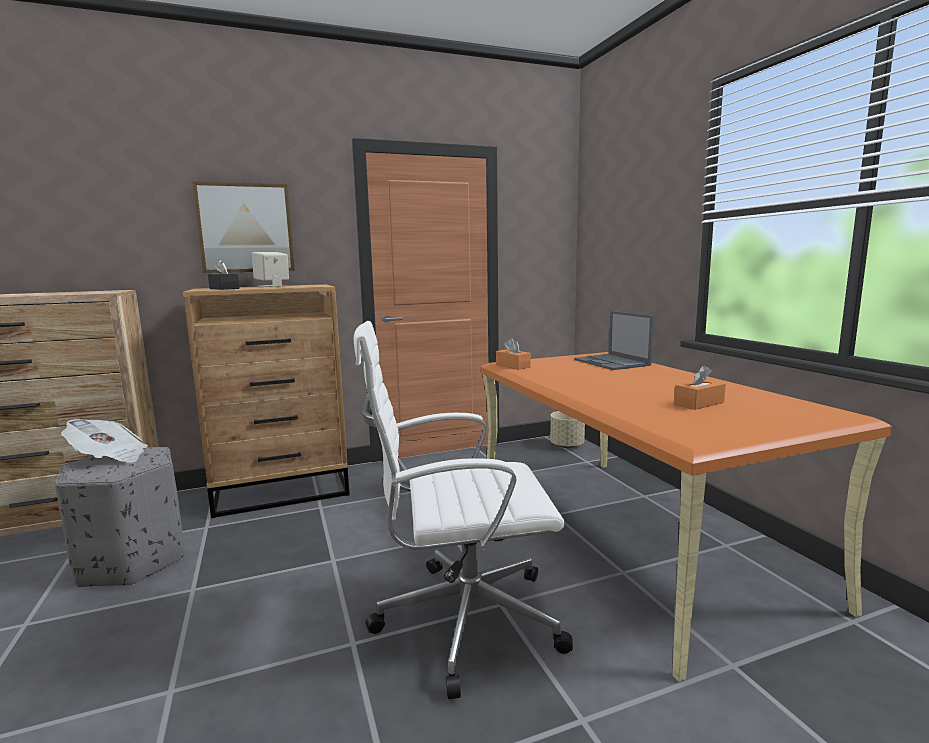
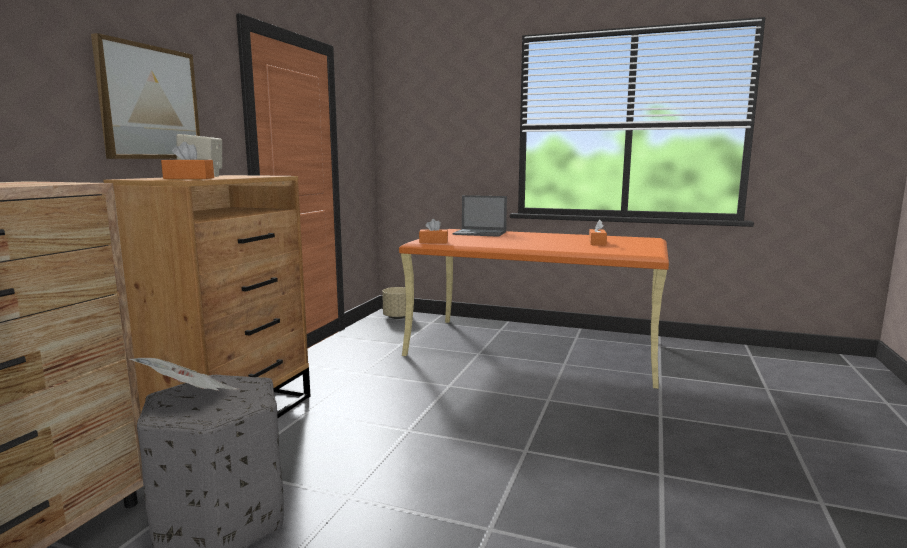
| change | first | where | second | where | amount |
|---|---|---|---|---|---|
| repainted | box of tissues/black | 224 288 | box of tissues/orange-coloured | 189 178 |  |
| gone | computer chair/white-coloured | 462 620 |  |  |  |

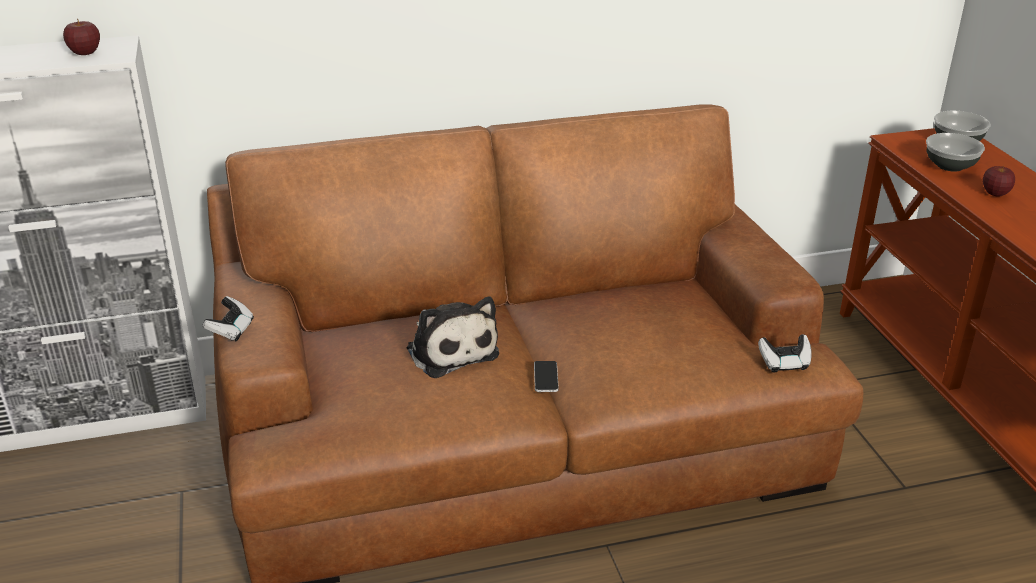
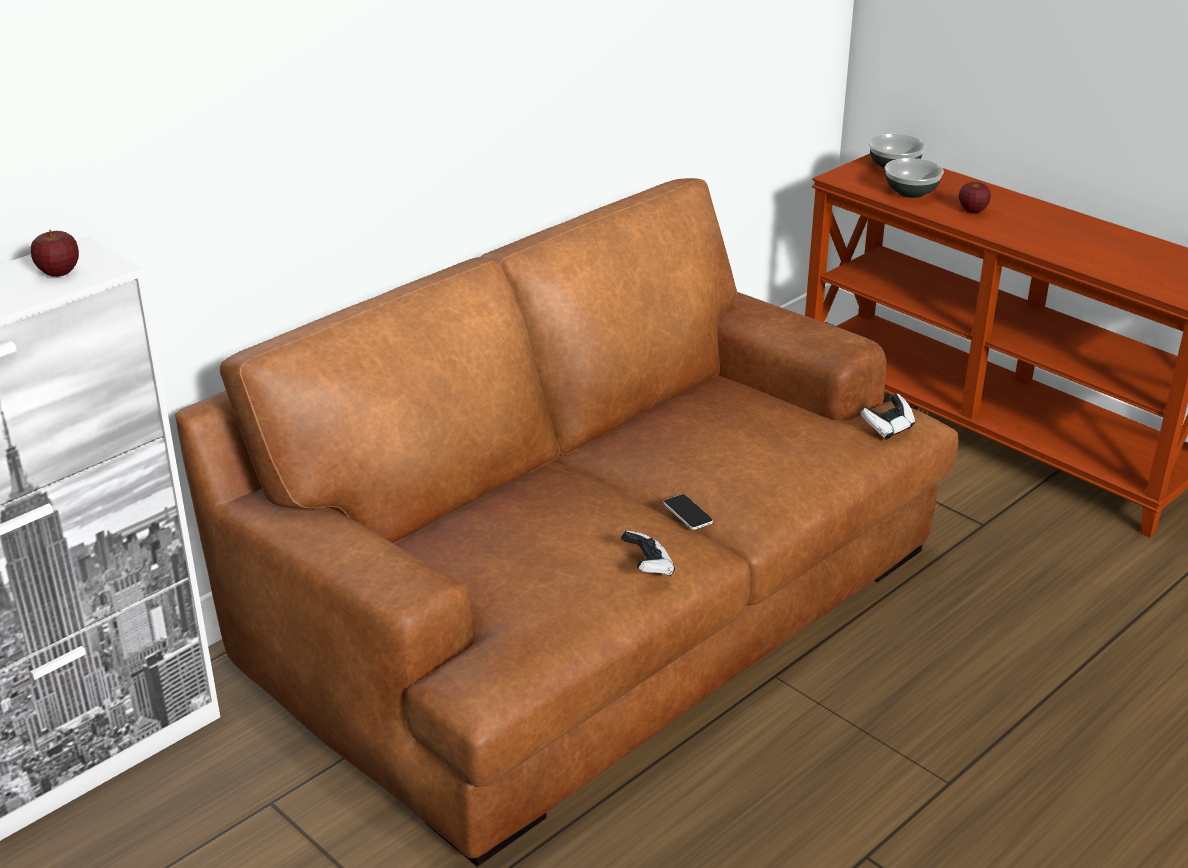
| change | first | where | second | where | amount |
|---|---|---|---|---|---|
| shifted | game controller | 231 331 |  | 648 567 |  |
| gone | cuddly toy | 450 350 |  |  |  |

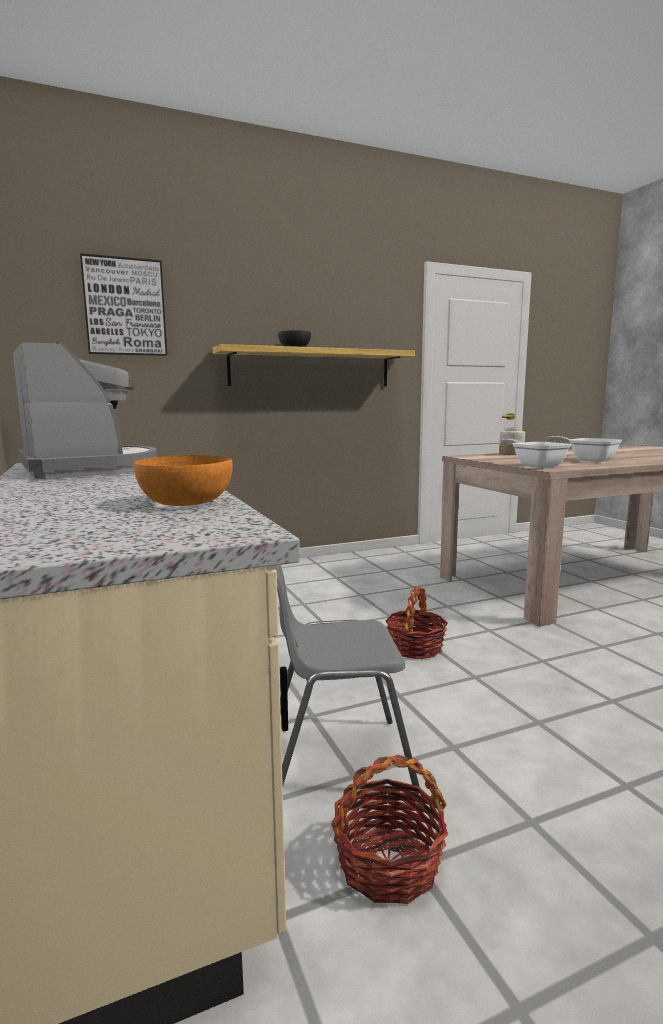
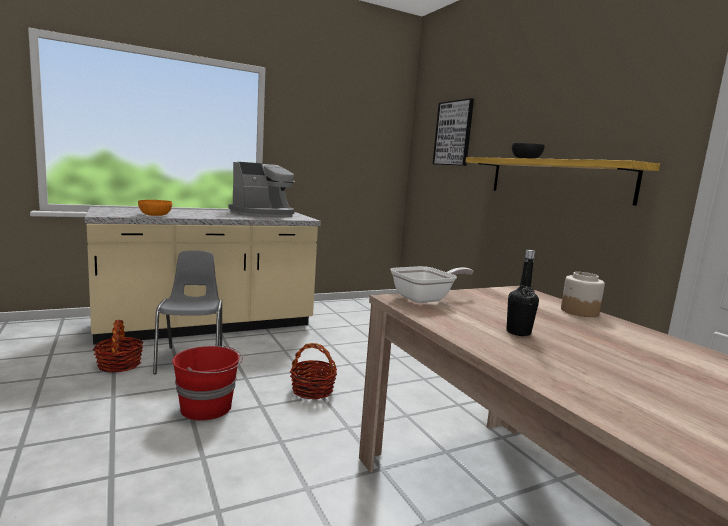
| change | first | where | second | where | amount |
|---|---|---|---|---|---|
| new |  |  | pail/reddish | 207 407 |  |
| swapped | pan | 588 460 | drink bottle/black | 518 332 |  |

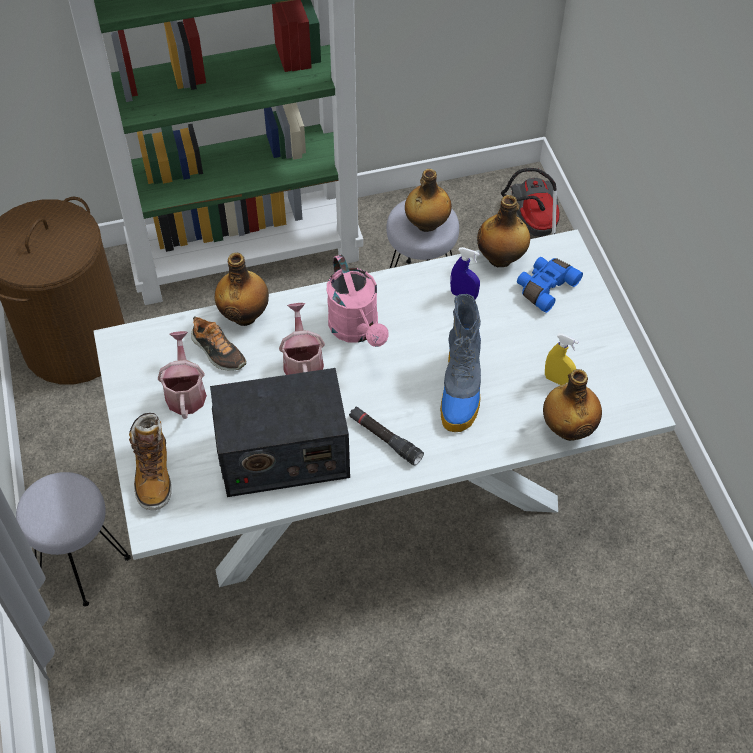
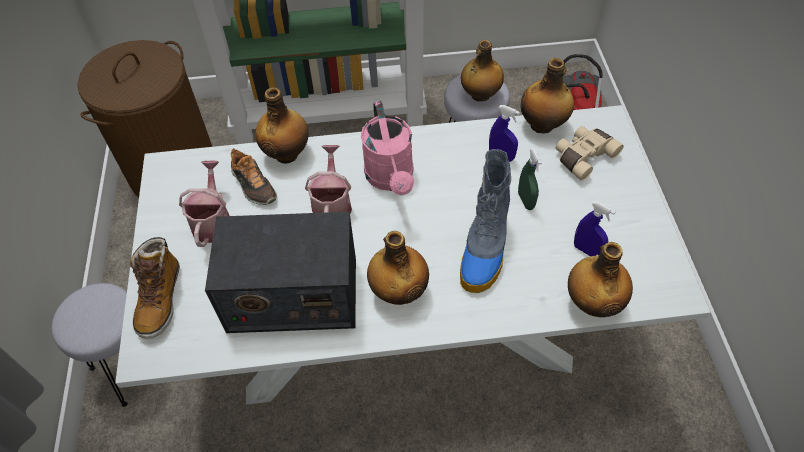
| change | first | where | second | where | amount |
|---|---|---|---|---|---|
| swapped | flashlight/black | 385 439 | drink bottle | 399 291 |  |
| new |  |  | spray bottle/greenish | 526 200 |  |
| repainted | binoculars/blue-coloured | 545 287 | binoculars/sand-coloured | 583 156 |  |
| repainted | spray bottle/yellowish | 557 380 | spray bottle/blue-coloured | 586 250 |  |

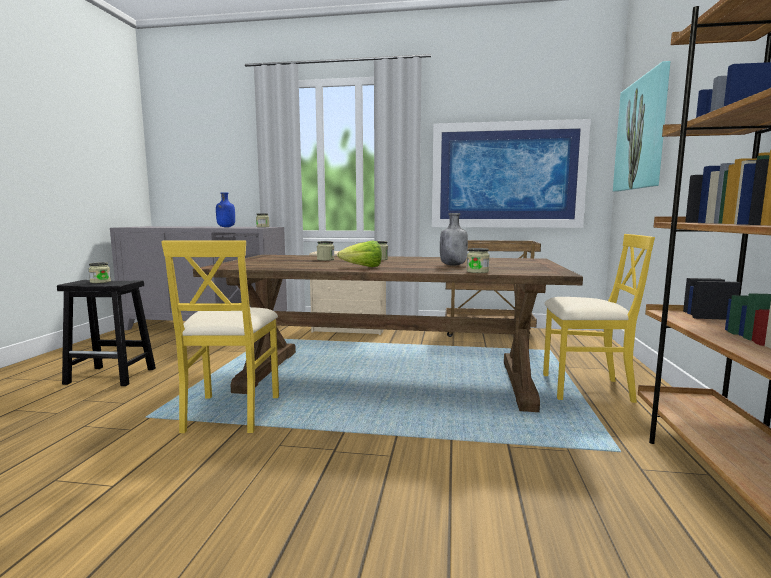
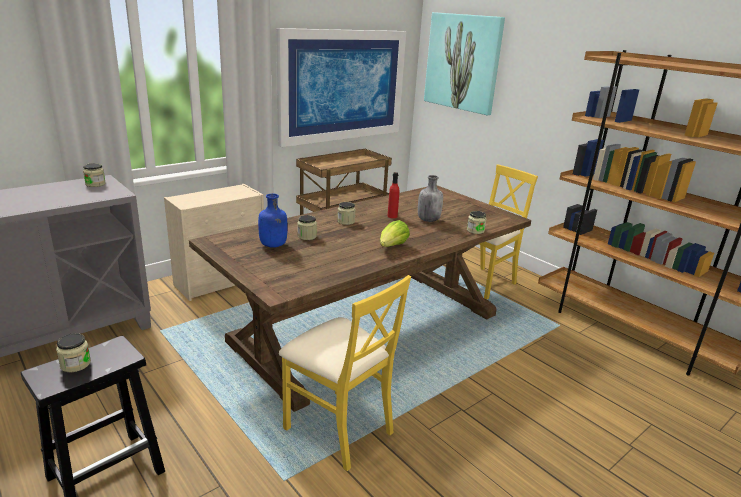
| change | first | where | second | where | amount |
|---|---|---|---|---|---|
| shifted | drink bottle/blue-coloured | 226 227 |  | 273 245 |  |
| new |  |  | drink bottle/reddish | 392 216 |  |

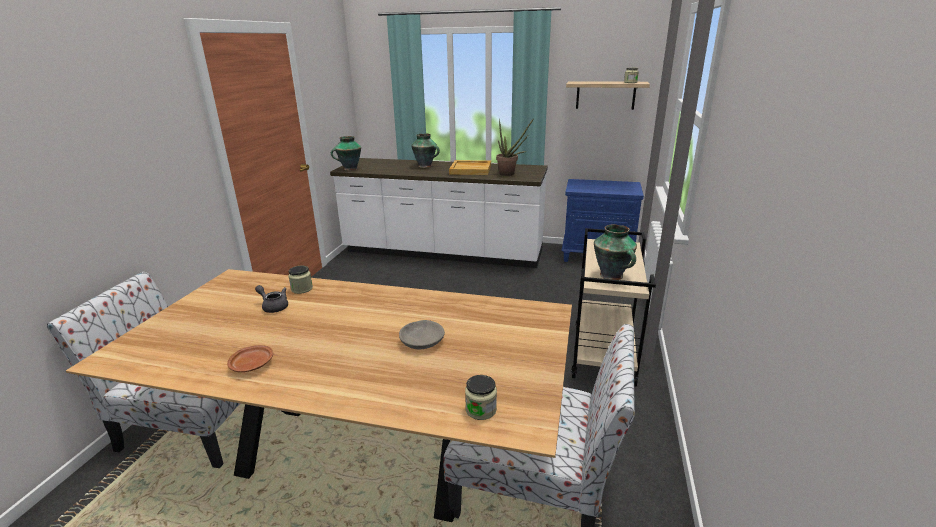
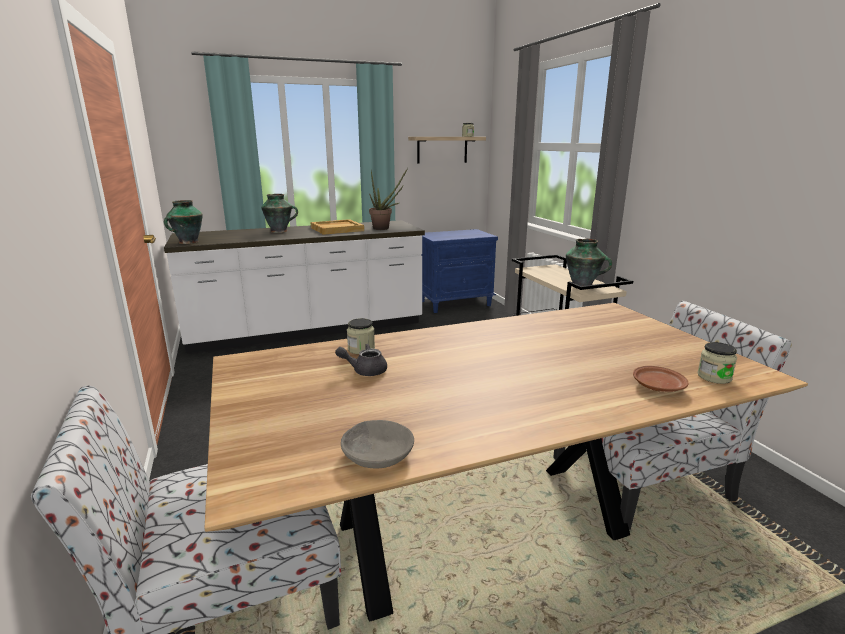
| change | first | where | second | where | amount |
|---|---|---|---|---|---|
| shifted | deep dish/greyish | 422 340 |  | 377 453 |  |
| shifted | plate/brownish | 252 364 |  | 657 386 |  |

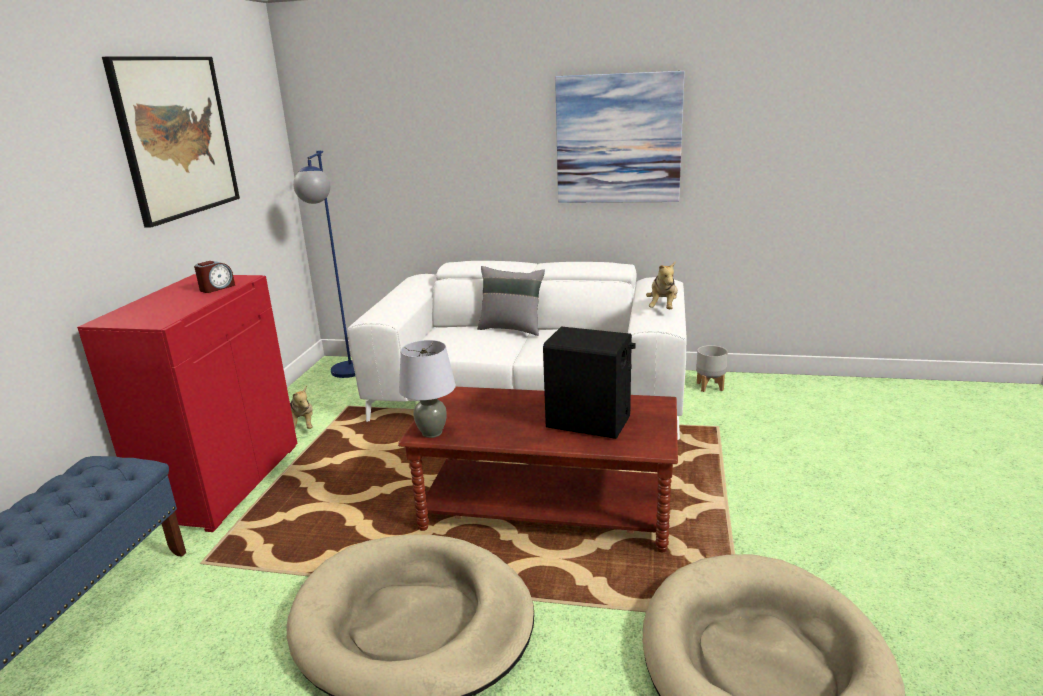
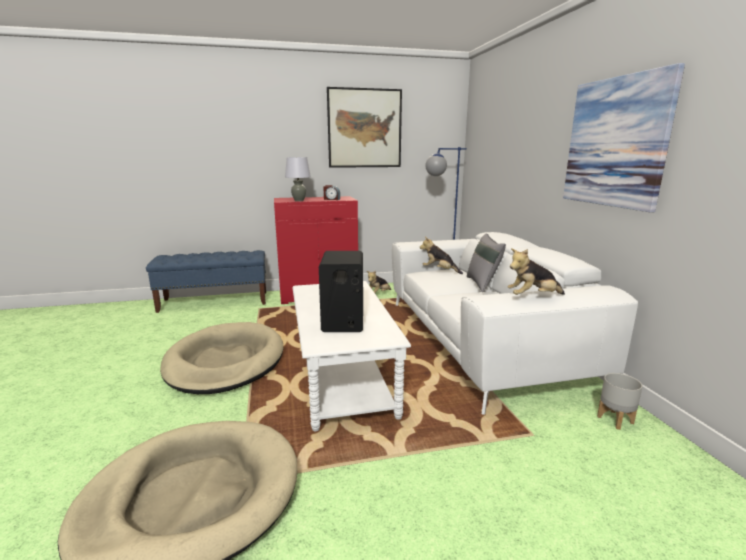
| change | first | where | second | where | amount |
|---|---|---|---|---|---|
| shifted | tabletop lamp/greyish | 431 433 |  | 299 200 |  |
| repainted | lounge table/brownish | 547 509 | lounge table/white-coloured | 343 376 |  |
| new |  |  | cuddly toy | 439 271 |  |

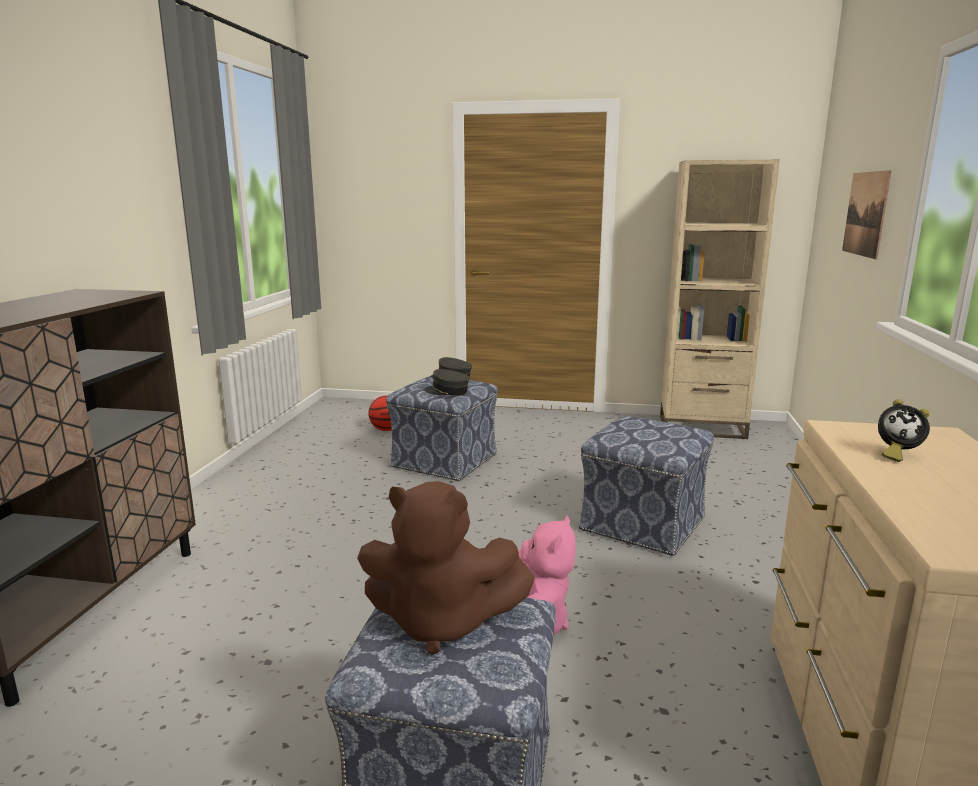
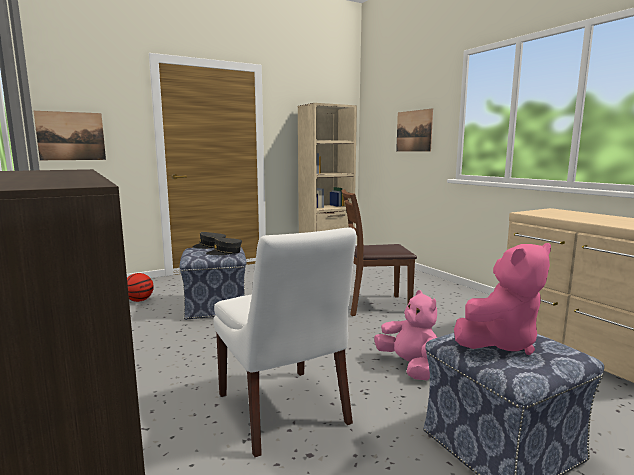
| change | first | where | second | where | amount |
|---|---|---|---|---|---|
| new |  |  | picture | 71 136 |  |
| new |  |  | plain chair/white-coloured | 284 411 |  |
| swapped | footrest | 643 523 | plain chair/brownish | 374 305 |  |
| repainted | cuddly toy/brownish | 441 622 | cuddly toy/pinkish | 499 342 |  |
| gone | bedside clock | 896 454 |  |  |  |

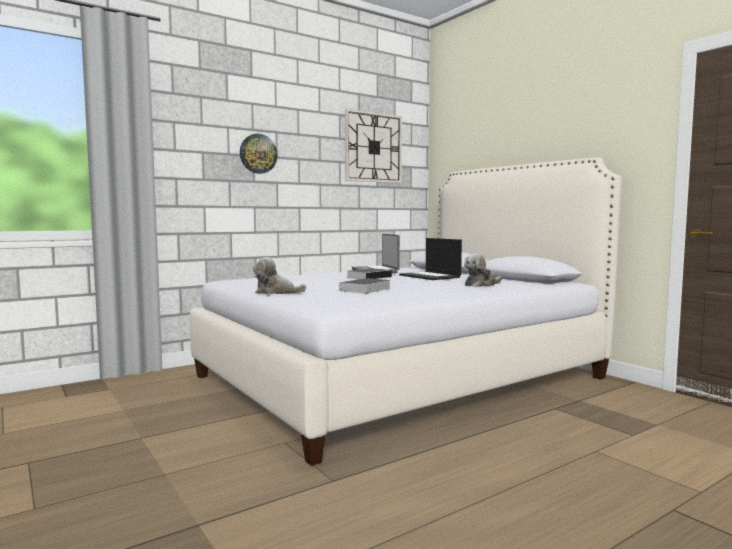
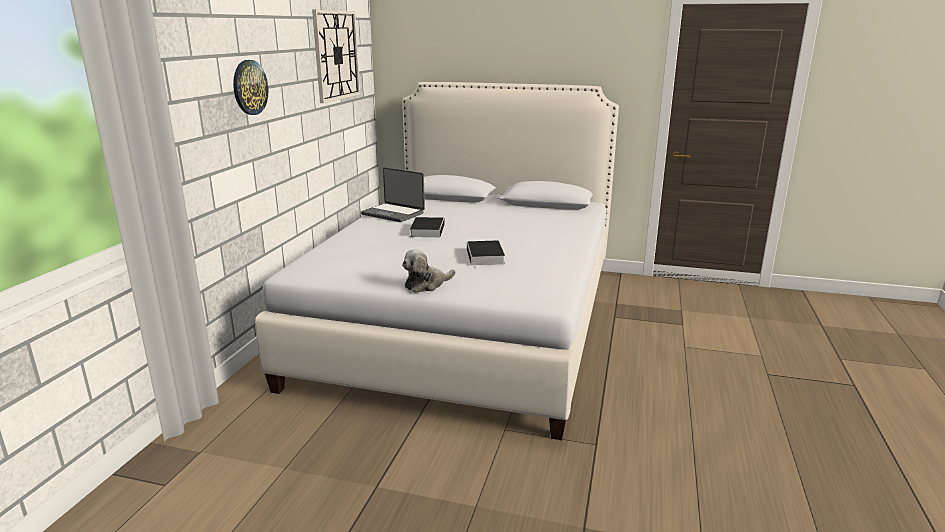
| change | first | where | second | where | amount |
|---|---|---|---|---|---|
| gone | portable computer | 430 276 |  |  |  |
| gone | cuddly toy | 481 285 |  |  |  |

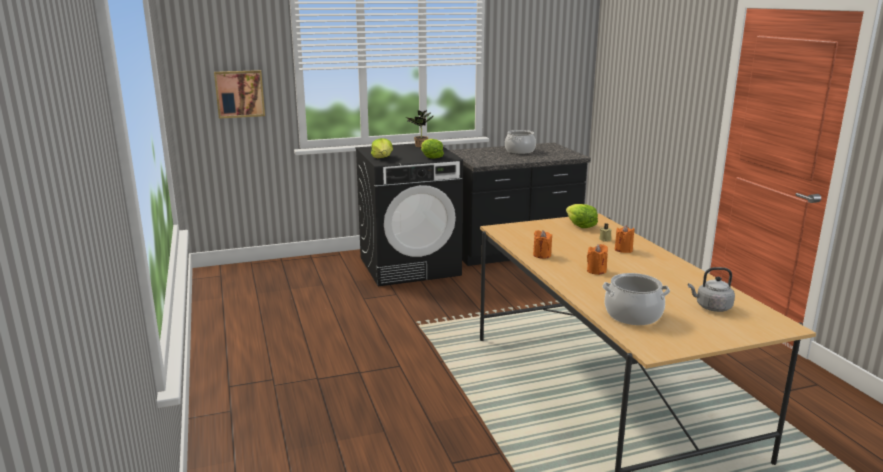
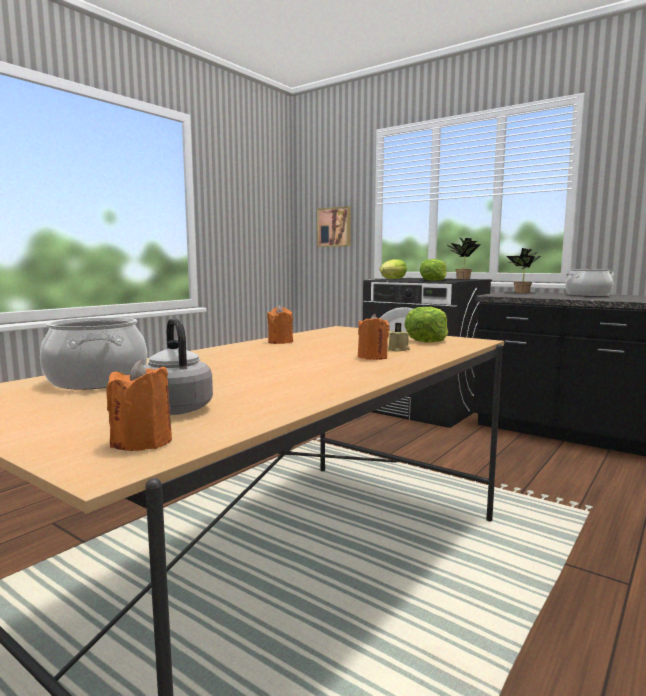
| change | first | where | second | where | amount |
|---|---|---|---|---|---|
| shifted | wax candle/orange-coloured | 596 271 |  | 142 442 |  |
| new |  |  | plant in a pot | 521 292 |  |

